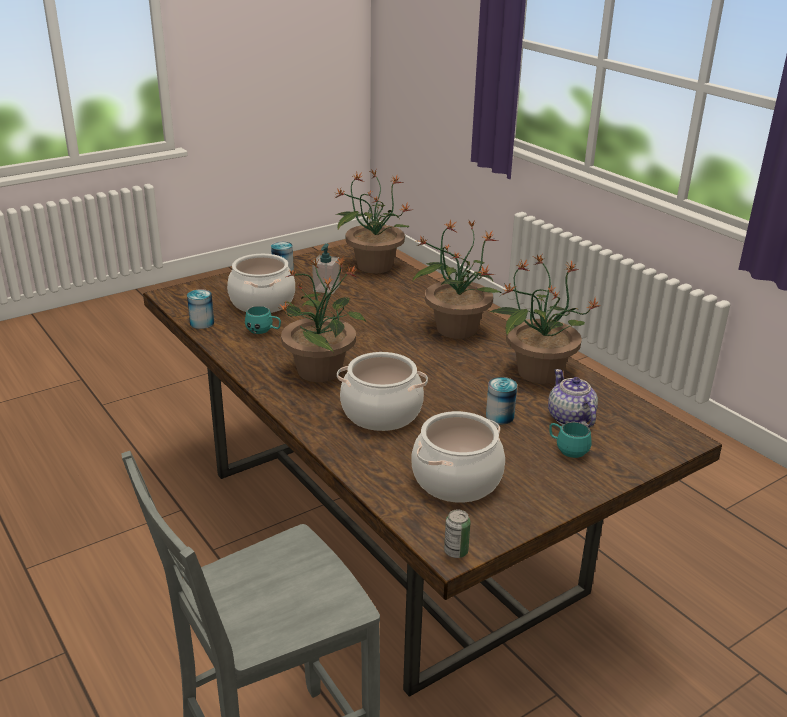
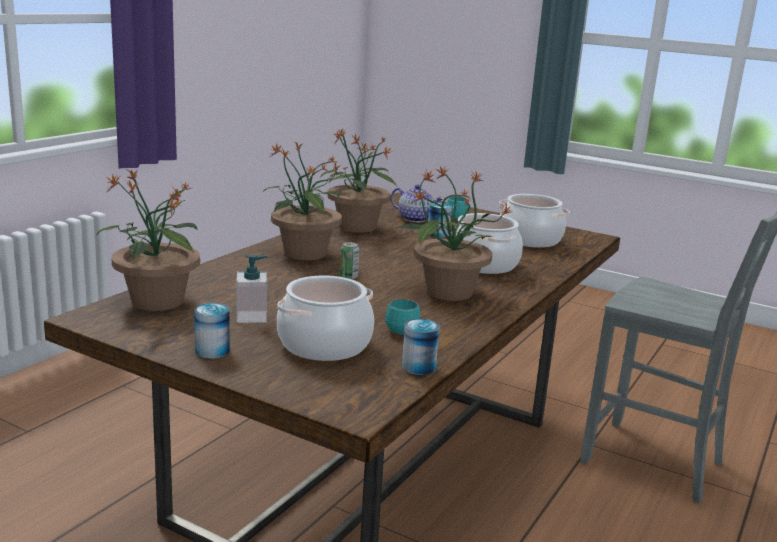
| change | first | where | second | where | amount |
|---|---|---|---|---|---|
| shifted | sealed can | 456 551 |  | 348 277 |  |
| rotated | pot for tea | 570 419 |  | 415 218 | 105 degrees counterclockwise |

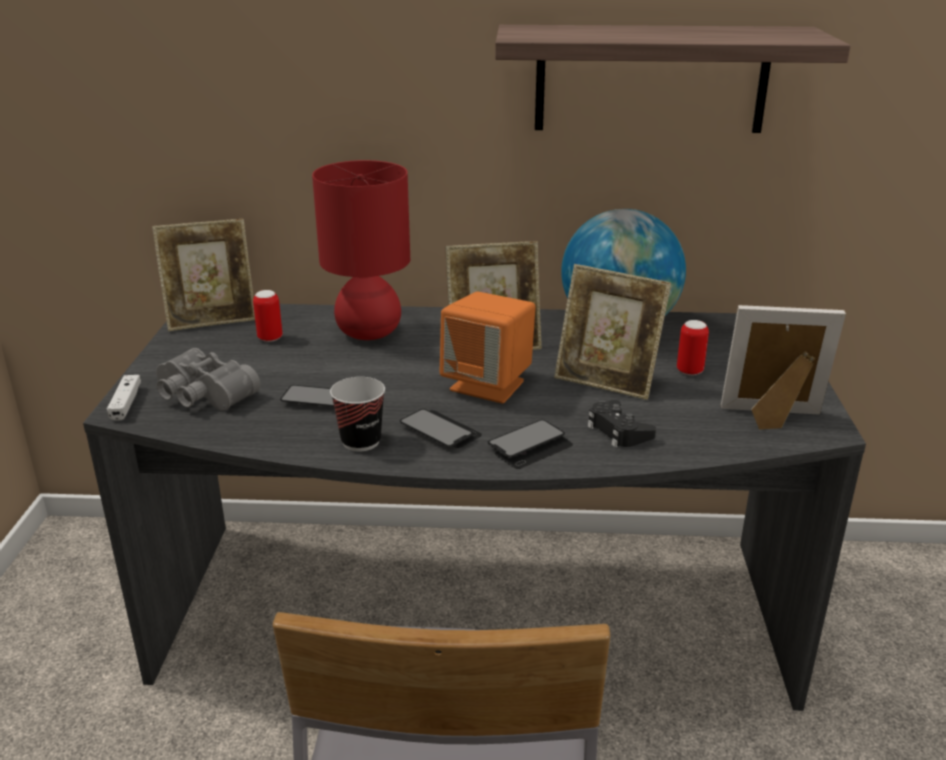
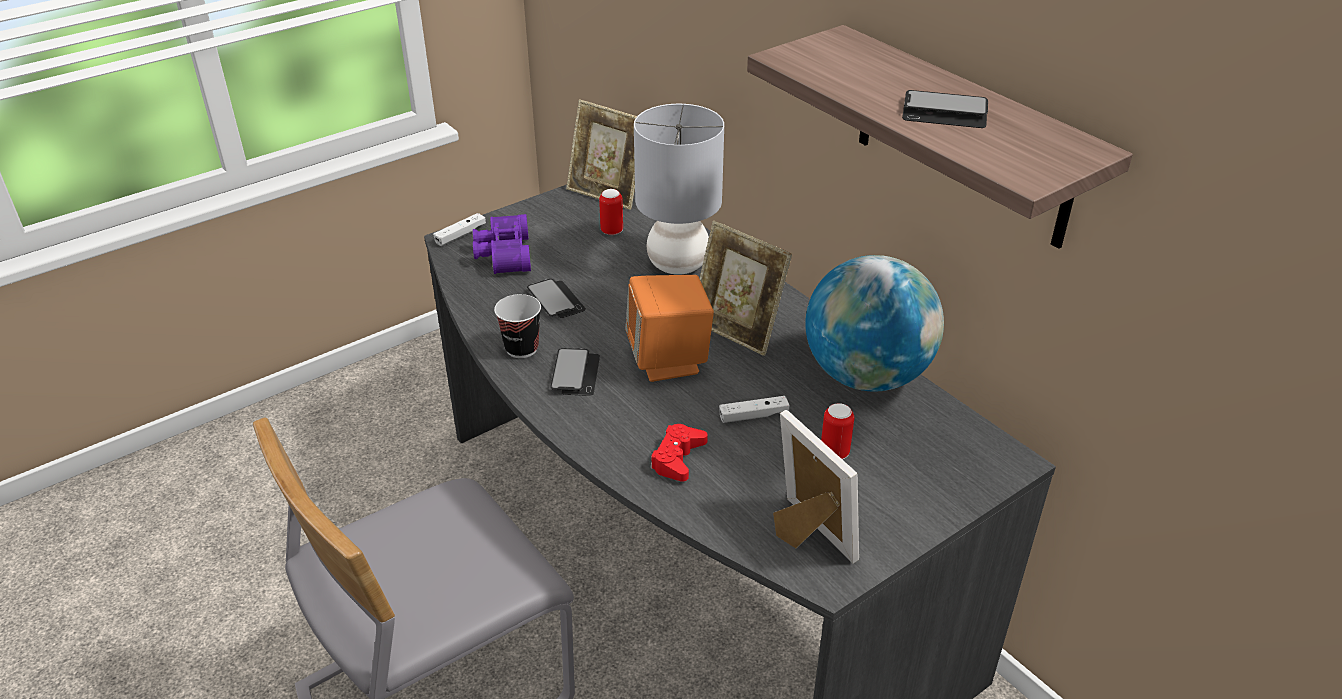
| change | first | where | second | where | amount |
|---|---|---|---|---|---|
| repainted | binoculars/greyish | 201 396 | binoculars/purple-coloured | 502 255 |  |
| repainted | tabletop lamp/reddish | 370 332 | tabletop lamp/greyish | 678 265 |  |
| repainted | game controller/black | 618 431 | game controller/reddish | 677 458 |  |
| swapped | picture frame | 607 381 | game controller/white-coloured | 753 415 |  |
| shifted | telephone | 530 446 |  | 944 112 |  |

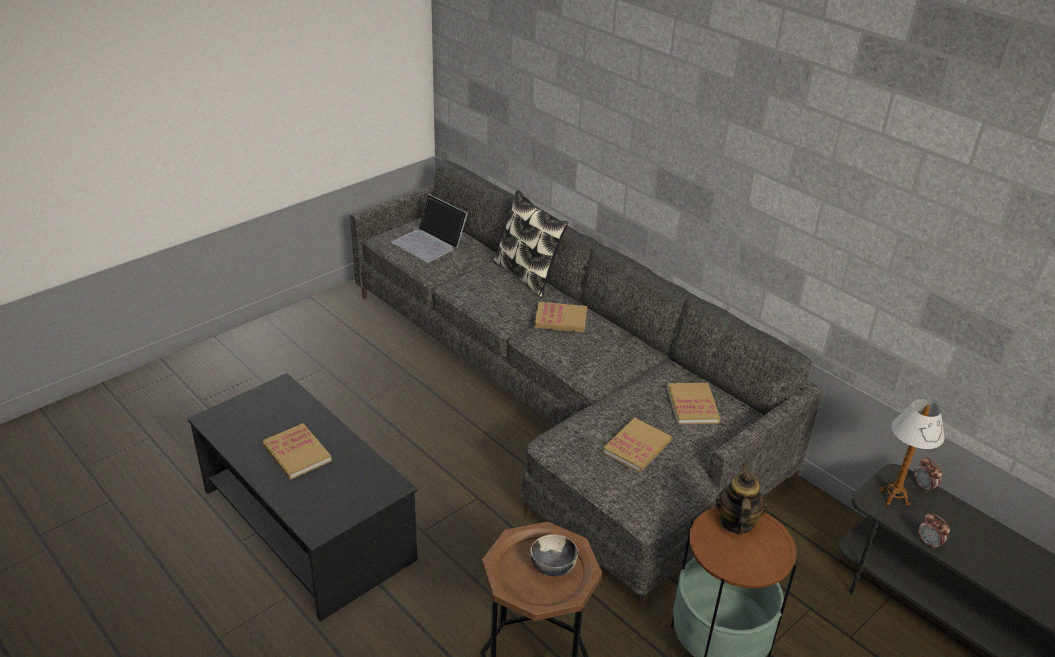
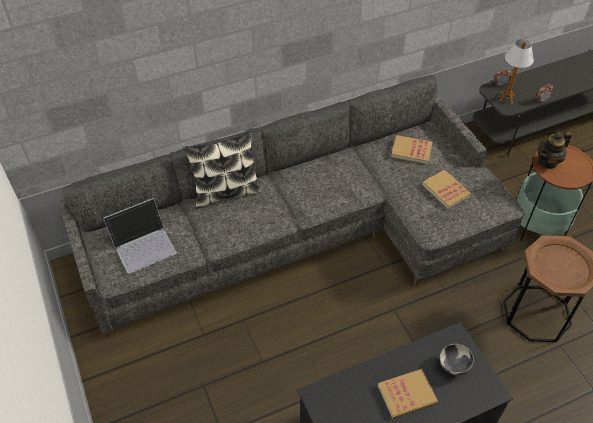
| change | first | where | second | where | amount |
|---|---|---|---|---|---|
| shifted | deep dish | 552 568 |  | 454 366 |  |
| rotated | pot for tea | 736 522 |  | 548 161 | 60 degrees counterclockwise |
| gone | volume | 560 319 |  |  |  |

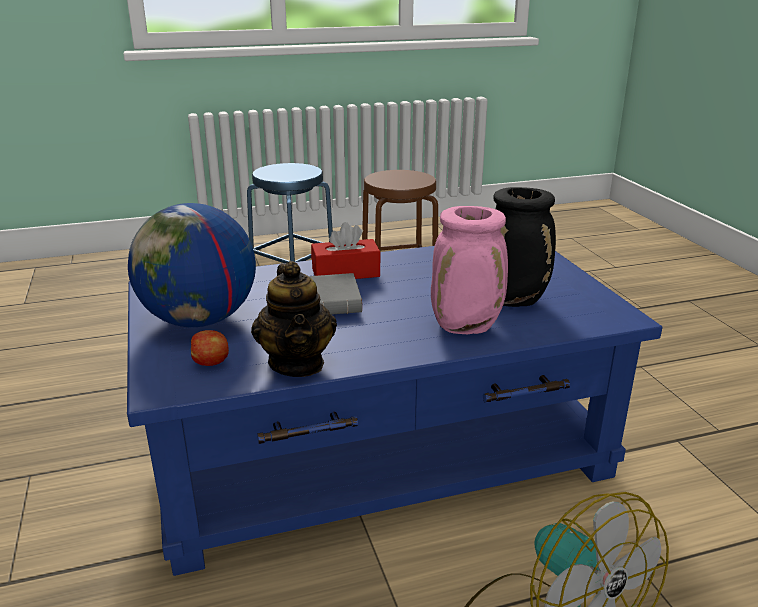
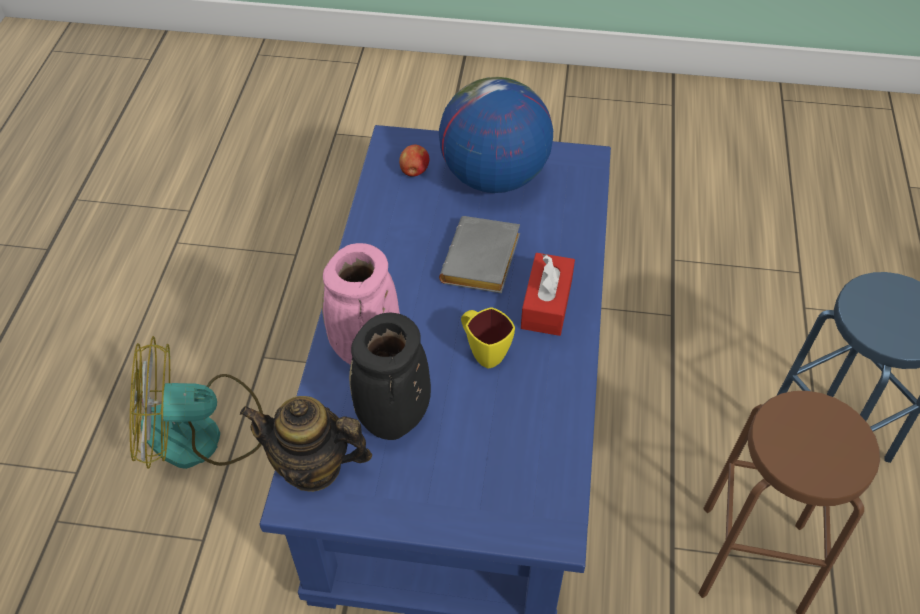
| change | first | where | second | where | amount |
|---|---|---|---|---|---|
| shifted | pot for tea | 297 363 |  | 312 466 |  |
| new |  |  | mug/yellowish | 483 352 |  |

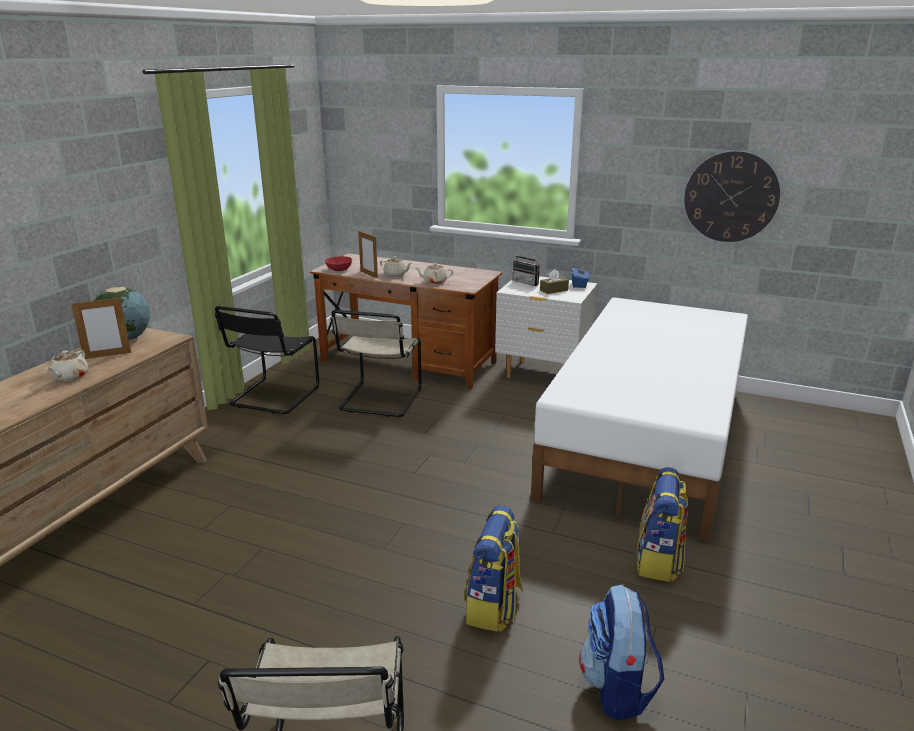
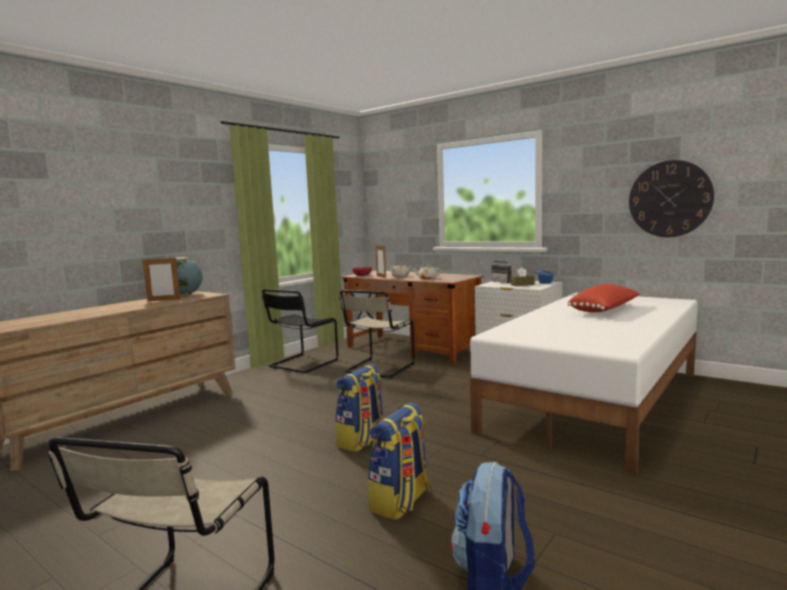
| change | first | where | second | where | amount |
|---|---|---|---|---|---|
| shifted | knapsack | 659 561 |  | 362 441 |  |
| new |  |  | pillow/reddish | 605 310 |  |
| gone | pot for tea/sand-coloured | 70 376 |  |  |  |

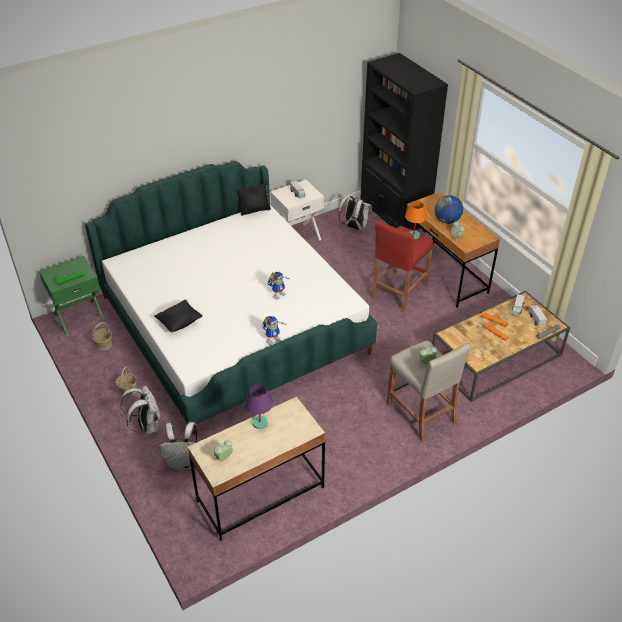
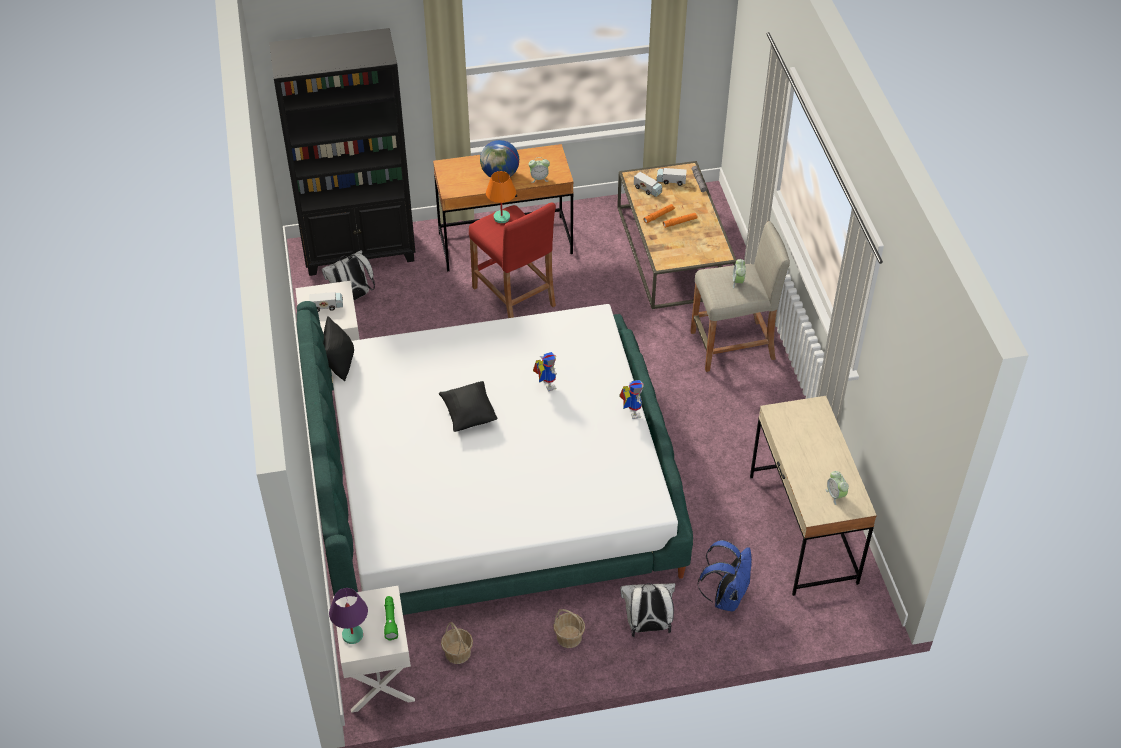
| change | first | where | second | where | amount |
|---|---|---|---|---|---|
| shifted | tabletop lamp/purple-coloured | 260 423 |  | 353 634 |  |
| repainted | nightstand/greenish | 79 317 | nightstand/white-coloured | 377 677 |  |
| shifted | pillow/black | 180 322 |  | 469 414 |  |
| repainted | knapsack/white-coloured | 184 462 | knapsack/blue-coloured | 726 596 |  |

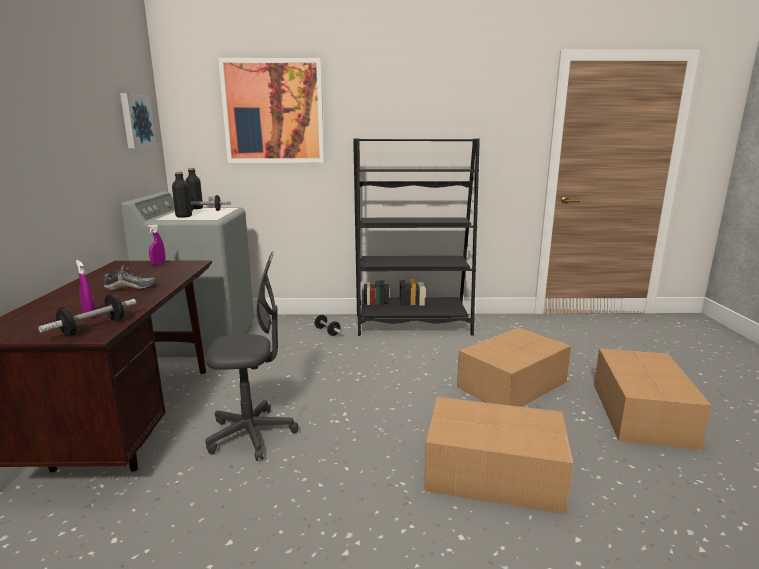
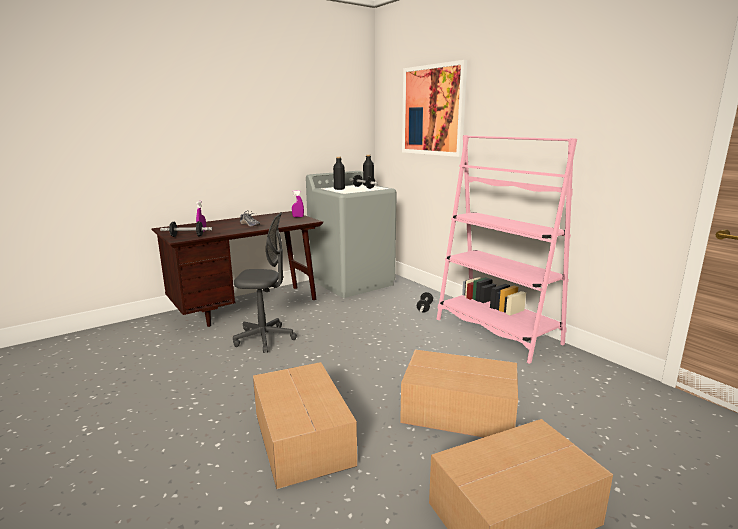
| change | first | where | second | where | amount |
|---|---|---|---|---|---|
| rotated | computer chair/greyish | 251 435 |  | 265 338 | 45 degrees counterclockwise |
| repainted | shelving unit/black | 412 325 | shelving unit/pinkish | 497 331 |  |
| gone | picture | 136 121 |  |  |  |

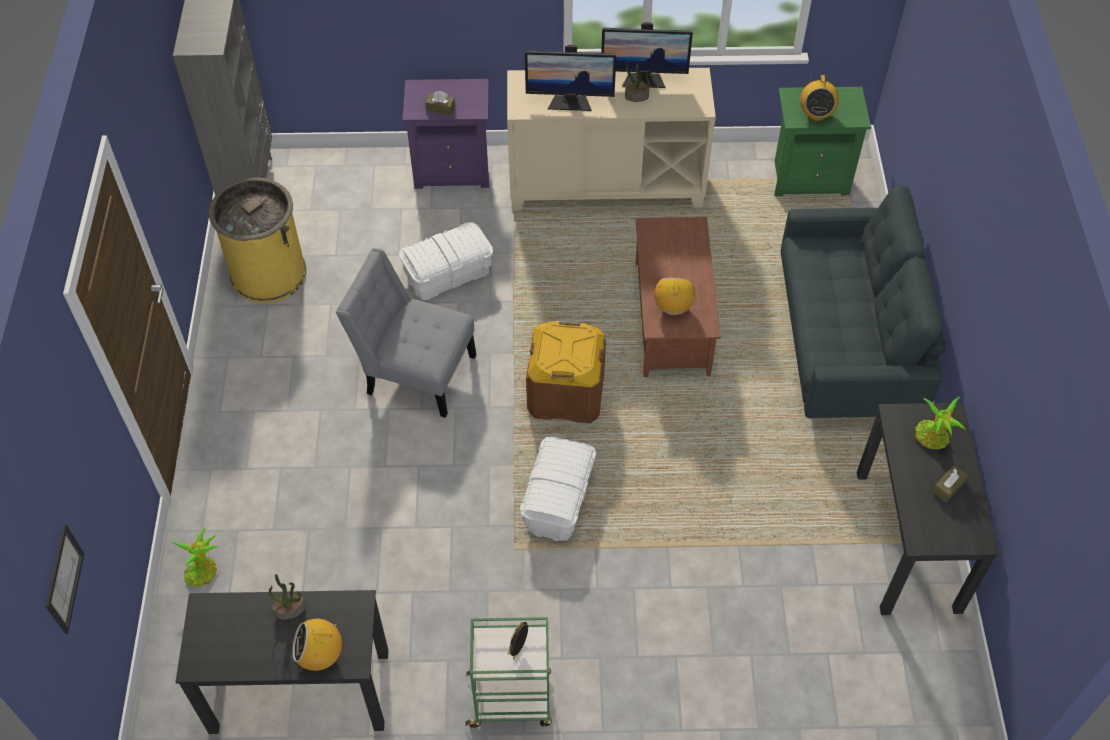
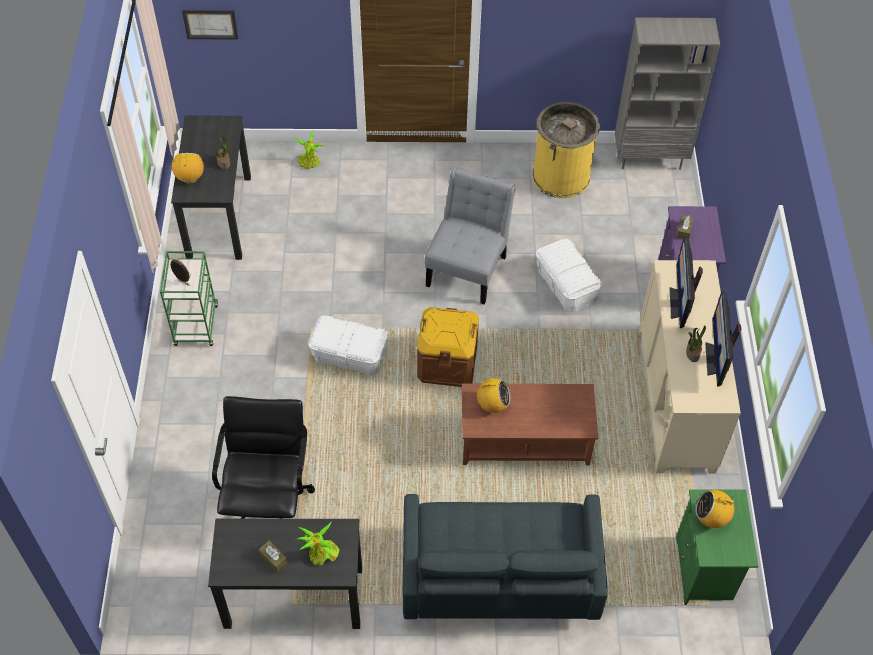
| change | first | where | second | where | amount |
|---|---|---|---|---|---|
| new |  |  | computer chair/black | 268 500 |  |

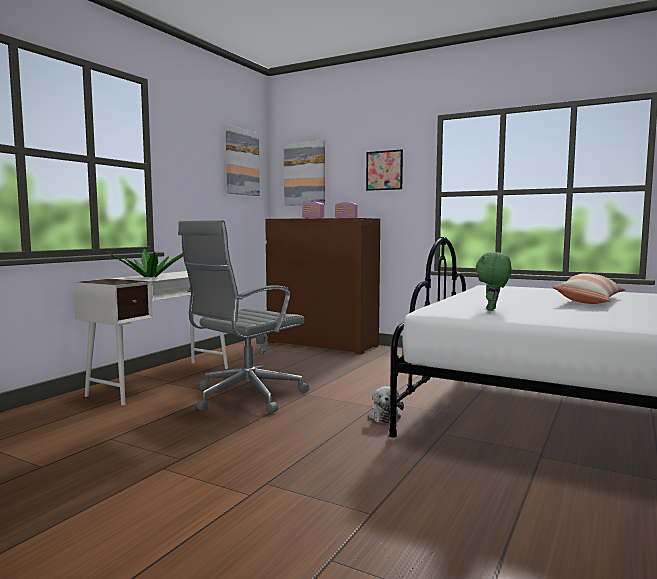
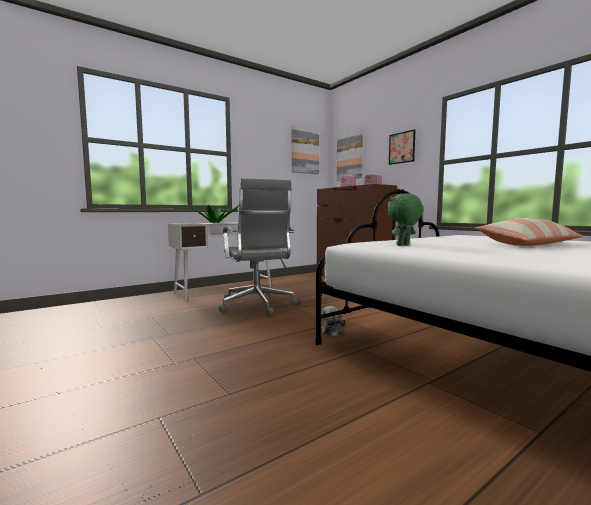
| change | first | where | second | where | amount |
|---|---|---|---|---|---|
| rotated | computer chair/greyish | 245 397 |  | 257 305 | 90 degrees counterclockwise |

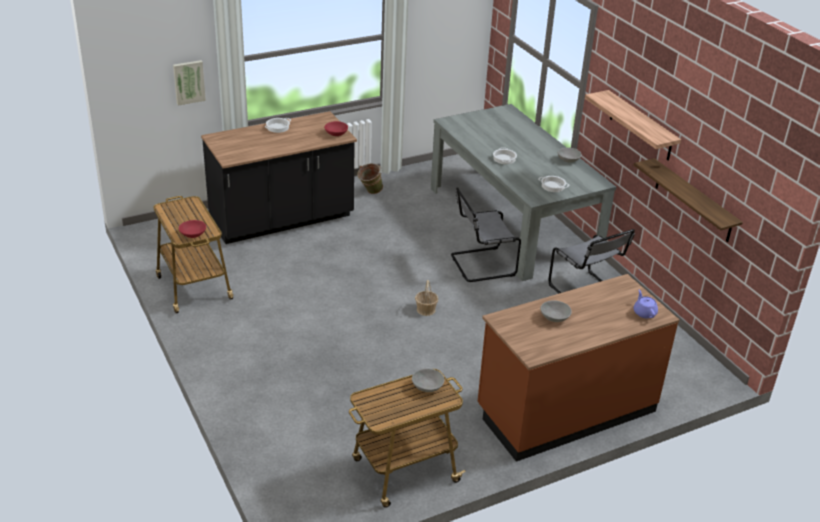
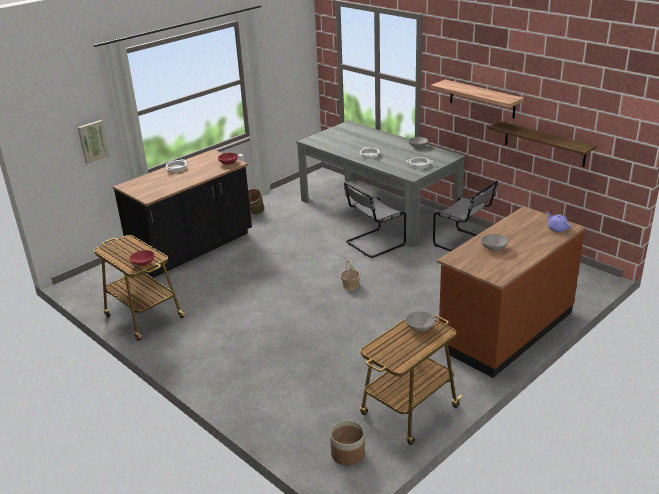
| change | first | where | second | where | amount |
|---|---|---|---|---|---|
| new |  |  | planter | 347 454 |  |

